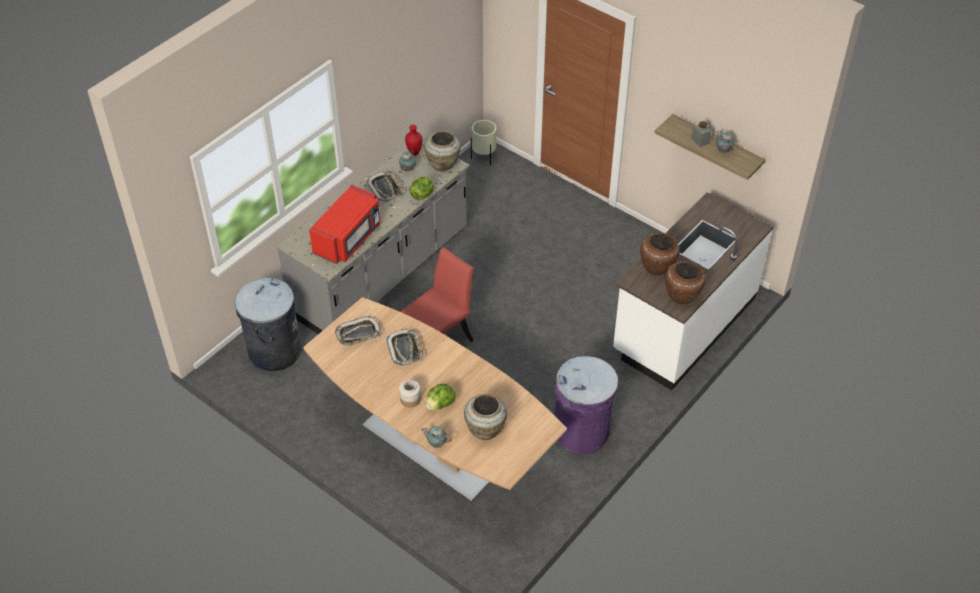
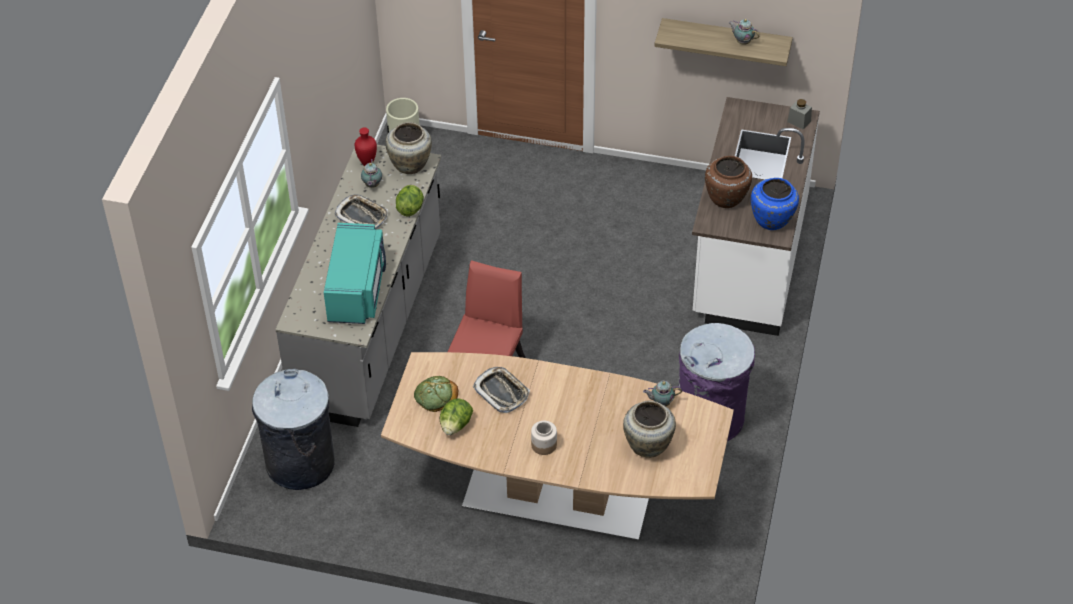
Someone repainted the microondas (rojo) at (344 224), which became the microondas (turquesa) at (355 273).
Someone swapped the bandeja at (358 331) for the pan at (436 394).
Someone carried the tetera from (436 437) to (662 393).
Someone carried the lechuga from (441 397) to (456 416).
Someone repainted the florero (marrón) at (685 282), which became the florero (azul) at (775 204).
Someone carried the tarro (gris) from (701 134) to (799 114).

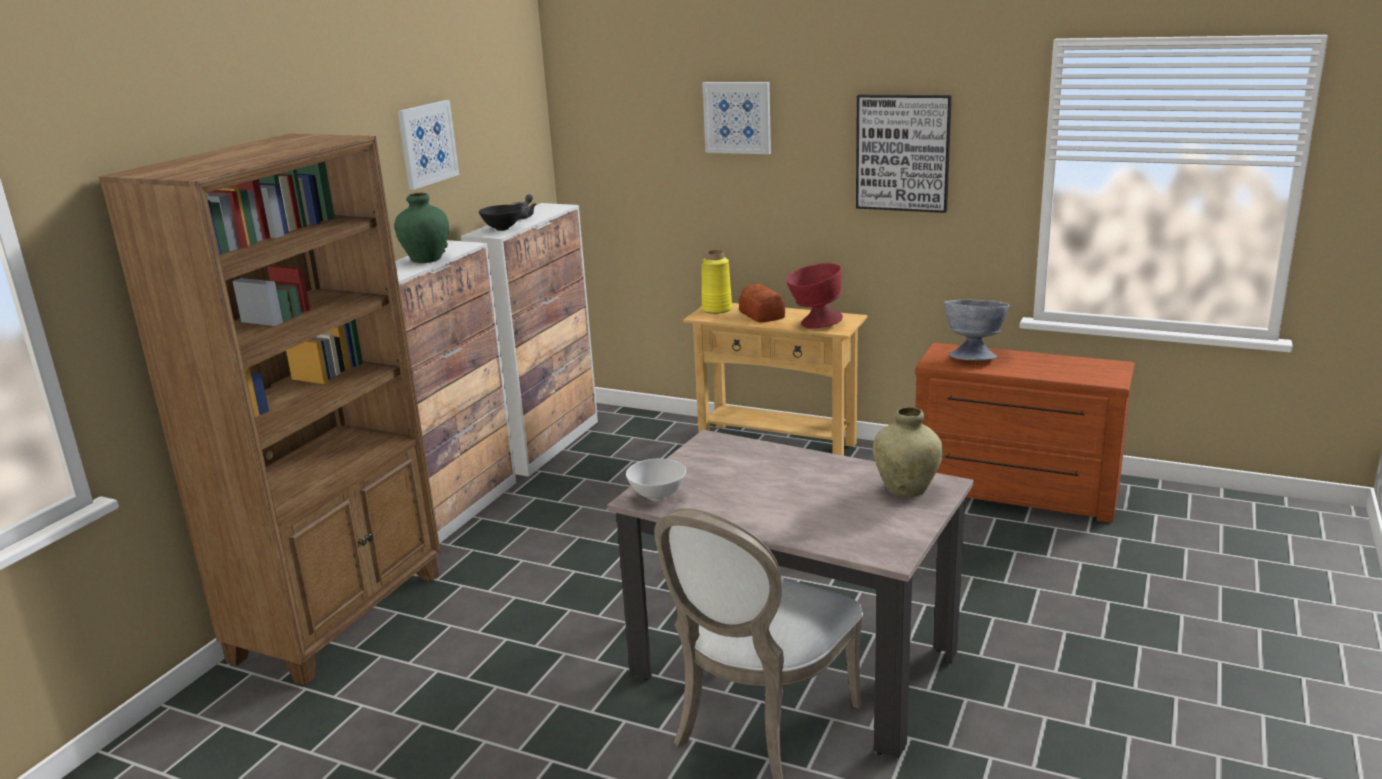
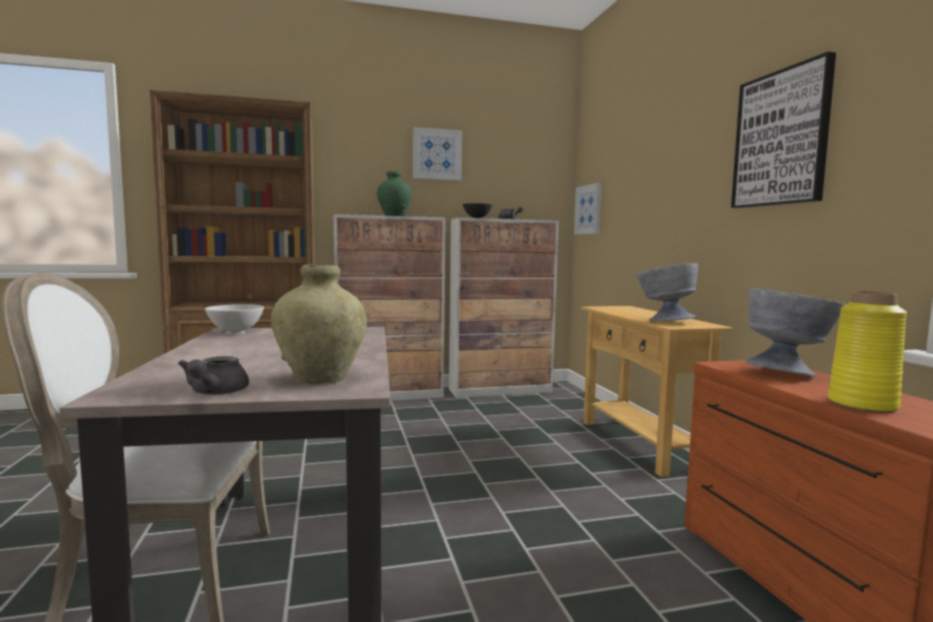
Someone carried the florero (amarillo) from (716 282) to (867 352).
Someone carried the cuadro from (736 118) to (588 208).
Someone took away the pan at (762 303).
Someone repainted the cuenco (rojo) at (814 296), which became the cuenco (gris) at (667 292).
Someone put down the tetera (gris) at (213 375).

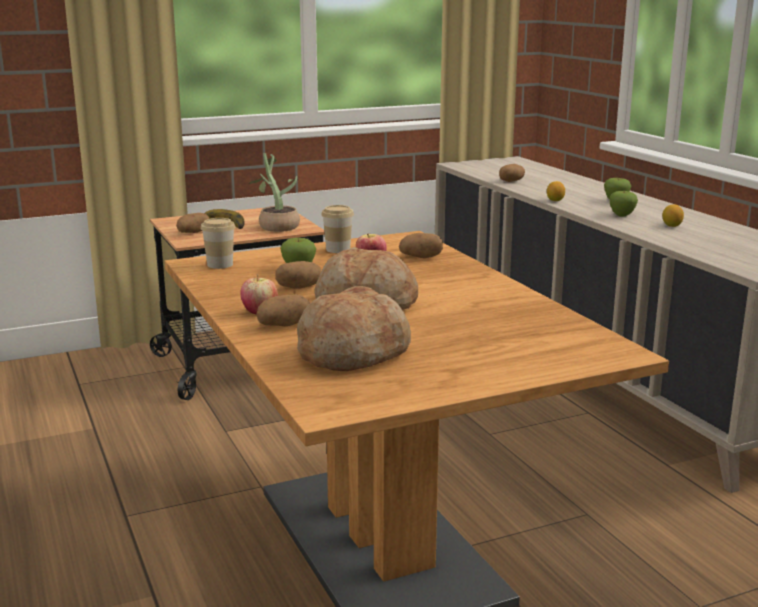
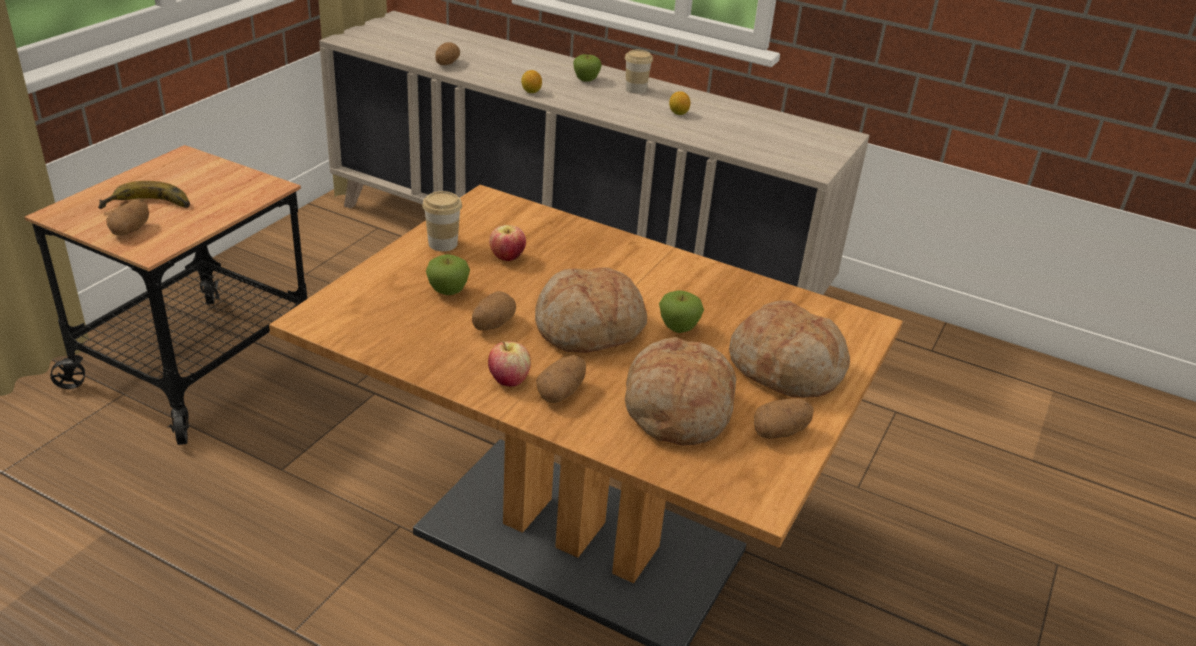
Someone carried the taza from (218 243) to (639 72).
Someone took away the planta en maceta at (274 192).
Someone carried the patata from (421 245) to (784 418).
Someone carried the manzana from (623 204) to (681 311).
Someone put down the pan at (789 349).

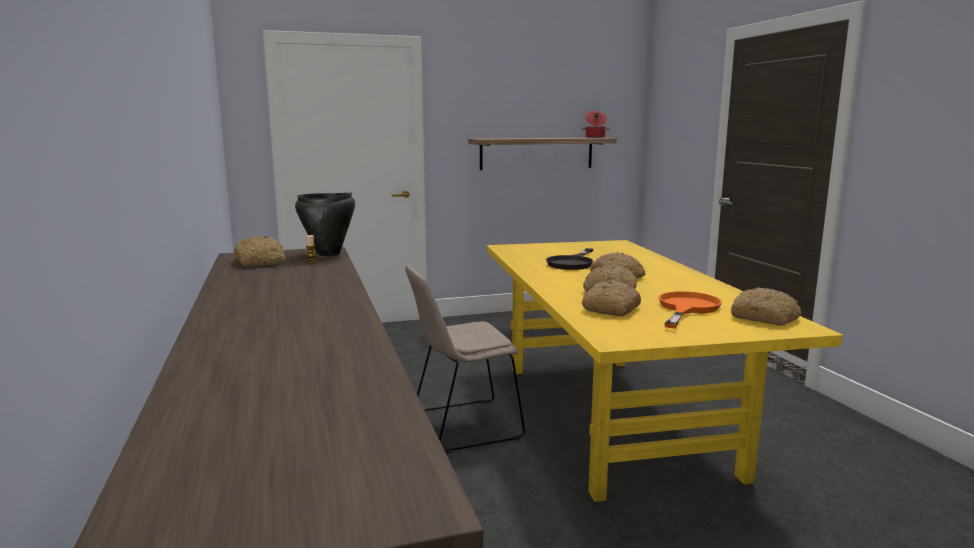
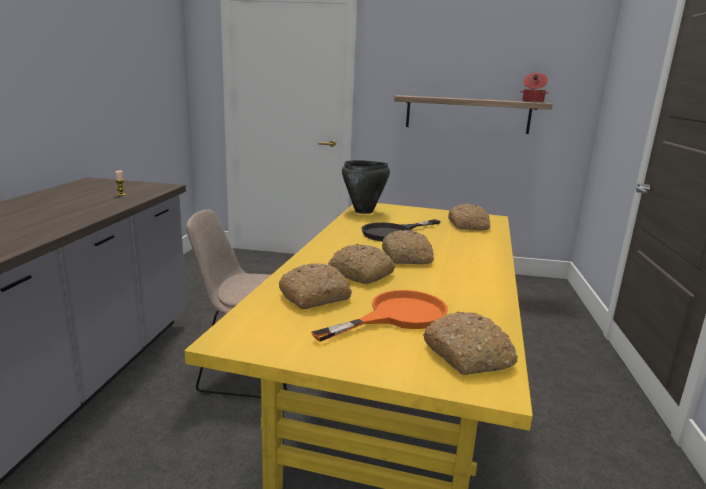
Someone carried the pan from (259 251) to (469 217).
Someone carried the olla (negro) from (325 224) to (366 187).

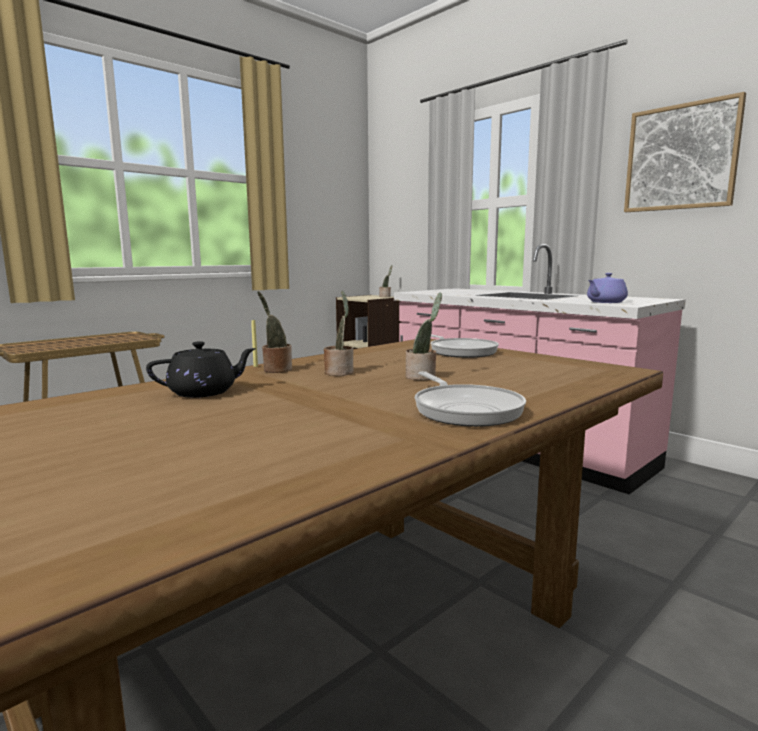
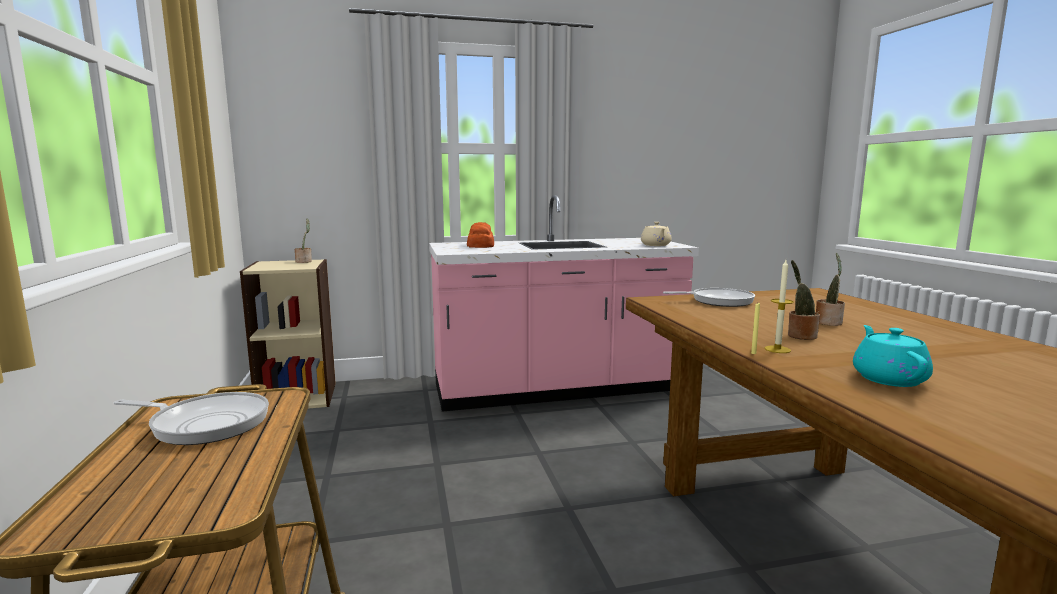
Someone repainted the tetera (negro) at (201 369), which became the tetera (turquesa) at (893 356).
Someone swapped the planta en maceta at (274 332) for the vela at (779 306).
Someone carried the sartén from (470 399) to (191 418).
Someone repainted the tetera (morado) at (607 288), which became the tetera (beis) at (656 234).
Someone took away the cuadro at (685 152).
Someone put down the pan at (480 235).

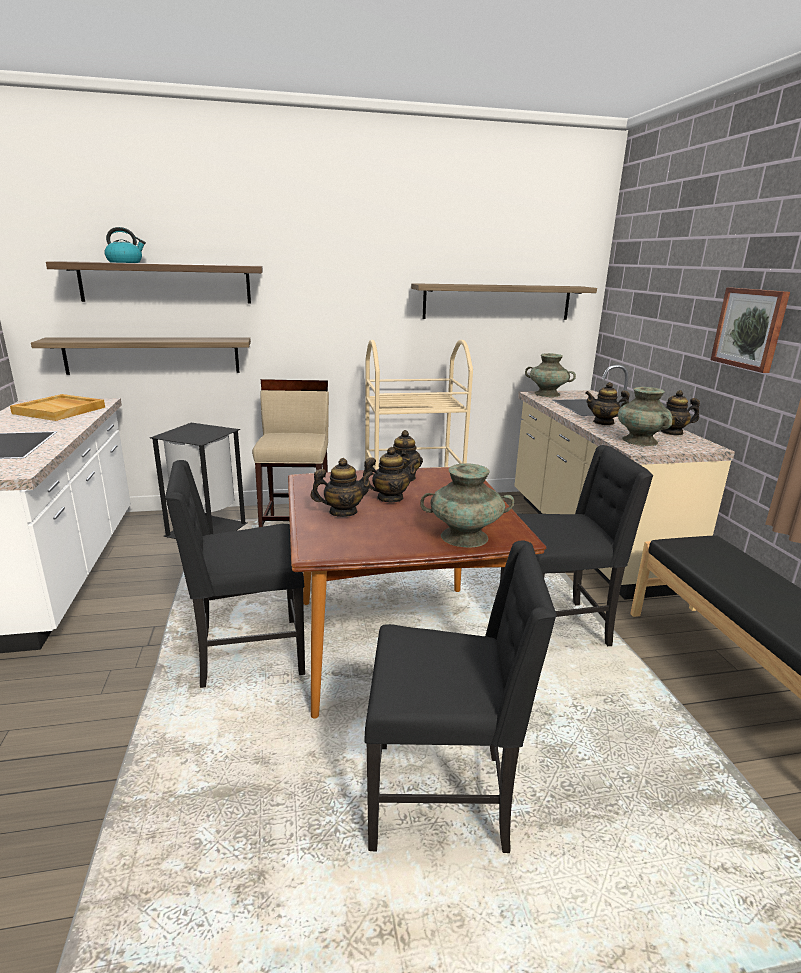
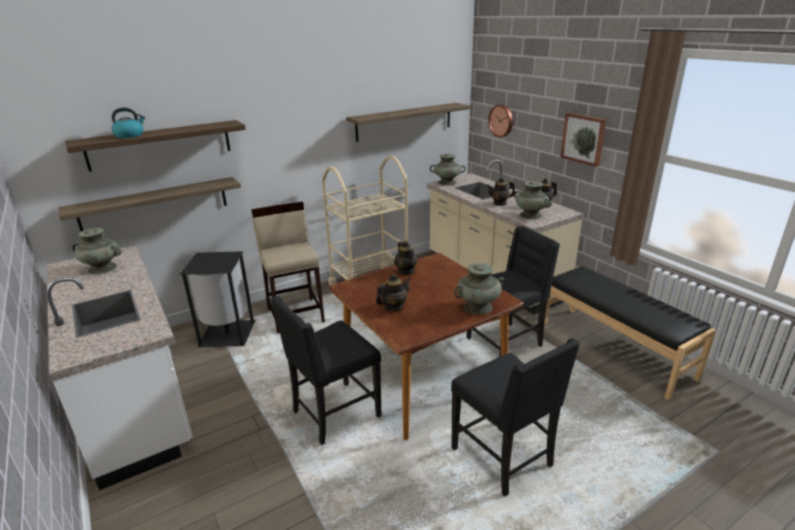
Someone swapped the bandeja (beis) at (57 407) for the florero (turquesa) at (97 251).
Someone took away the tetera at (391 474).
Someone rotated the silla (negro) at (460 696) by 75 degrees clockwise.
Someone put up the reloj de pared at (500 121).

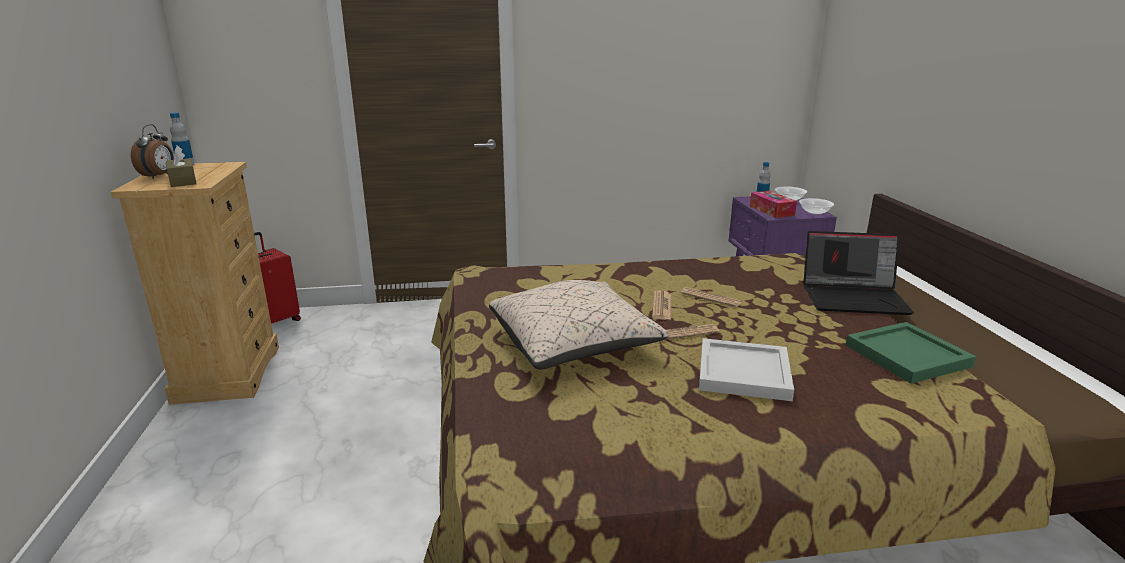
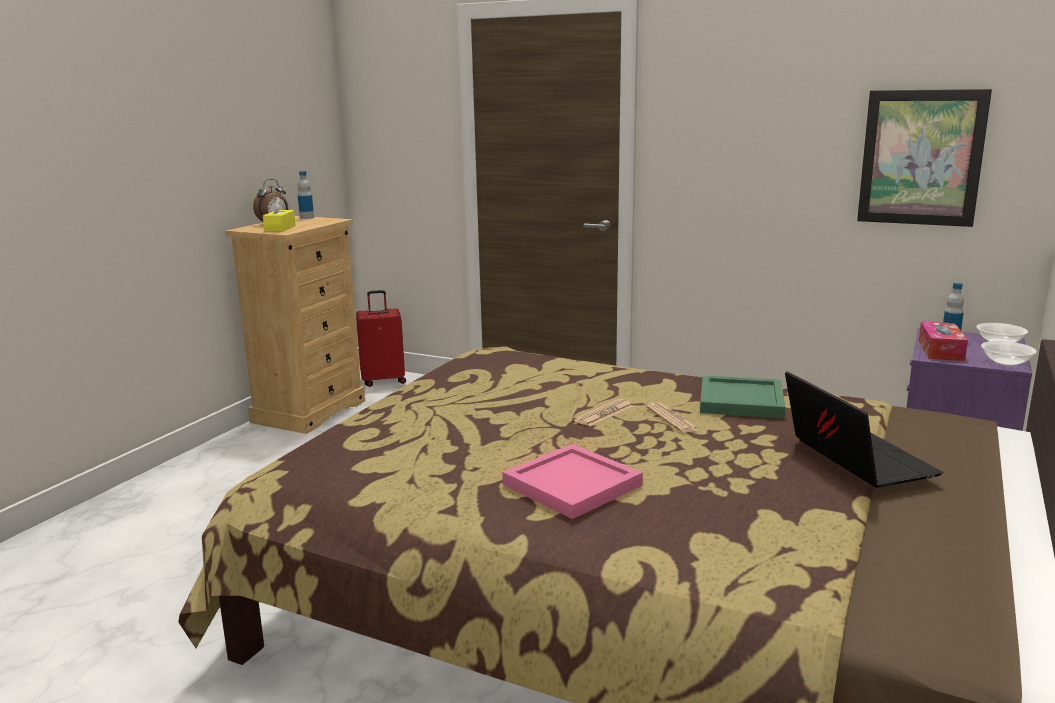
Someone repainted the caja de pañuelos (marrón) at (181 166), which became the caja de pañuelos (amarillo) at (279 214).
Someone took away the cojín (beis) at (579 324).
Someone took away the periódico at (691 332).
Someone repainted the bandeja (blanco) at (746 369), which became the bandeja (rosa) at (572 481).
Someone rotated the portátil at (858 273) by 150 degrees counterclockwise.
Someone carried the bandeja (verde) from (911 353) to (742 396).
Someone put up the cuadro at (924 158).

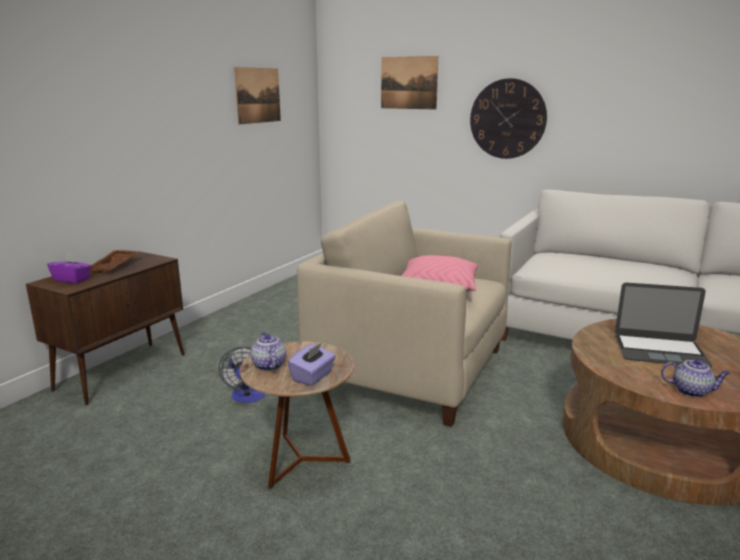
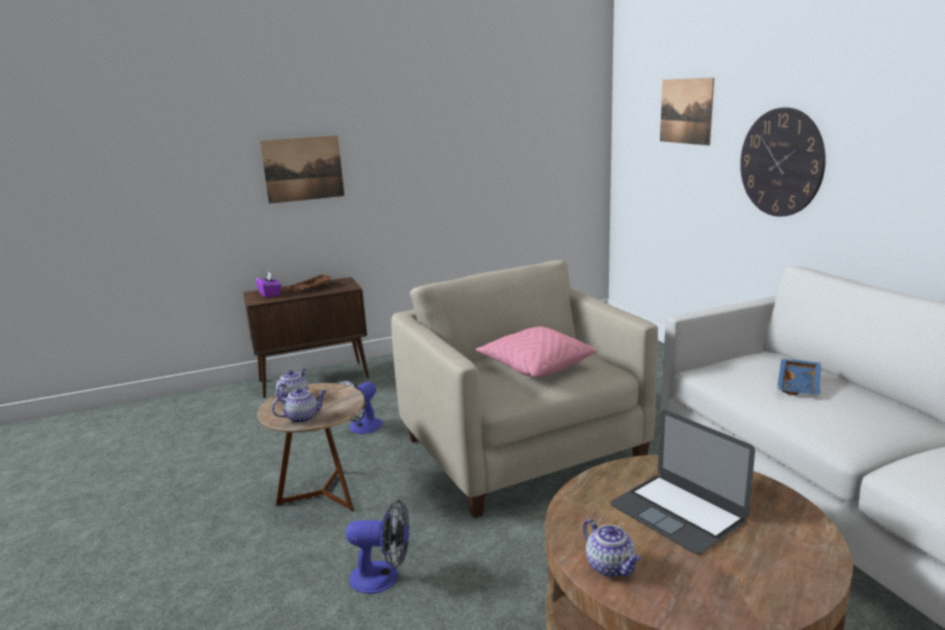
Someone carried the cuadro from (257 95) to (302 169).
Someone swapped the caja de pañuelos (morado) at (312 364) for the tetera at (299 405).
Someone put down the ventilador at (377 547).
Someone put down the bandeja (azul) at (799 377).

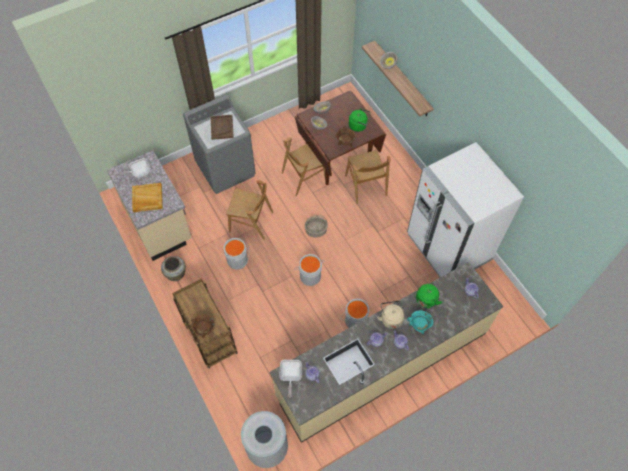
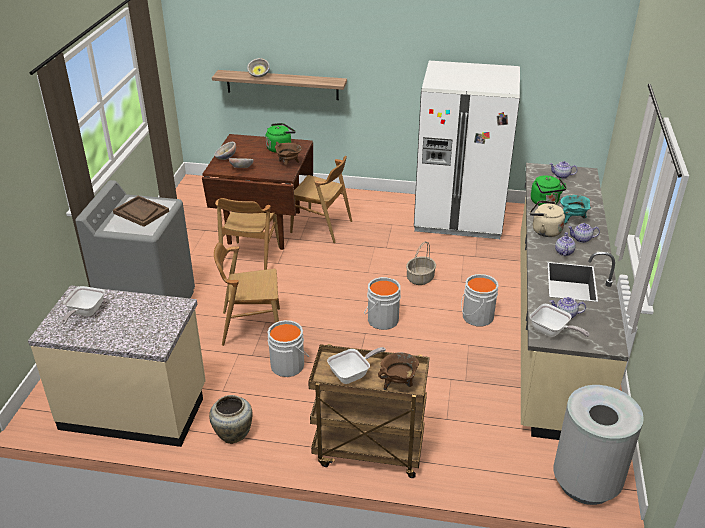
Someone took away the bandeja (beis) at (147 197).
Someone rotated the silla (marrón) at (249 210) by 150 degrees counterclockwise.
Someone carried the cesta from (316 226) to (421 263).
Someone put down the sartén at (356 365).

